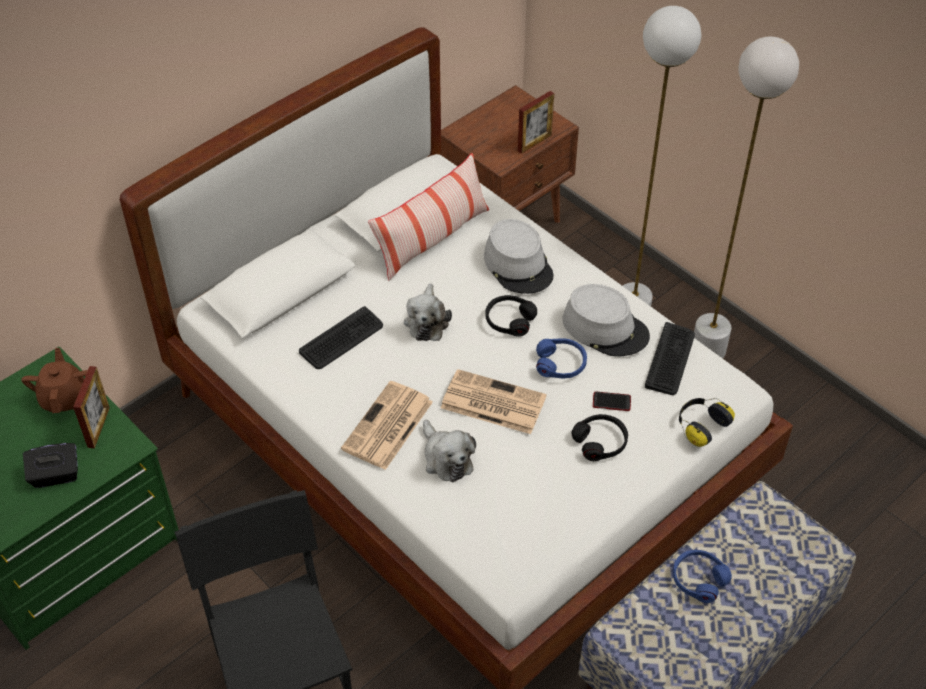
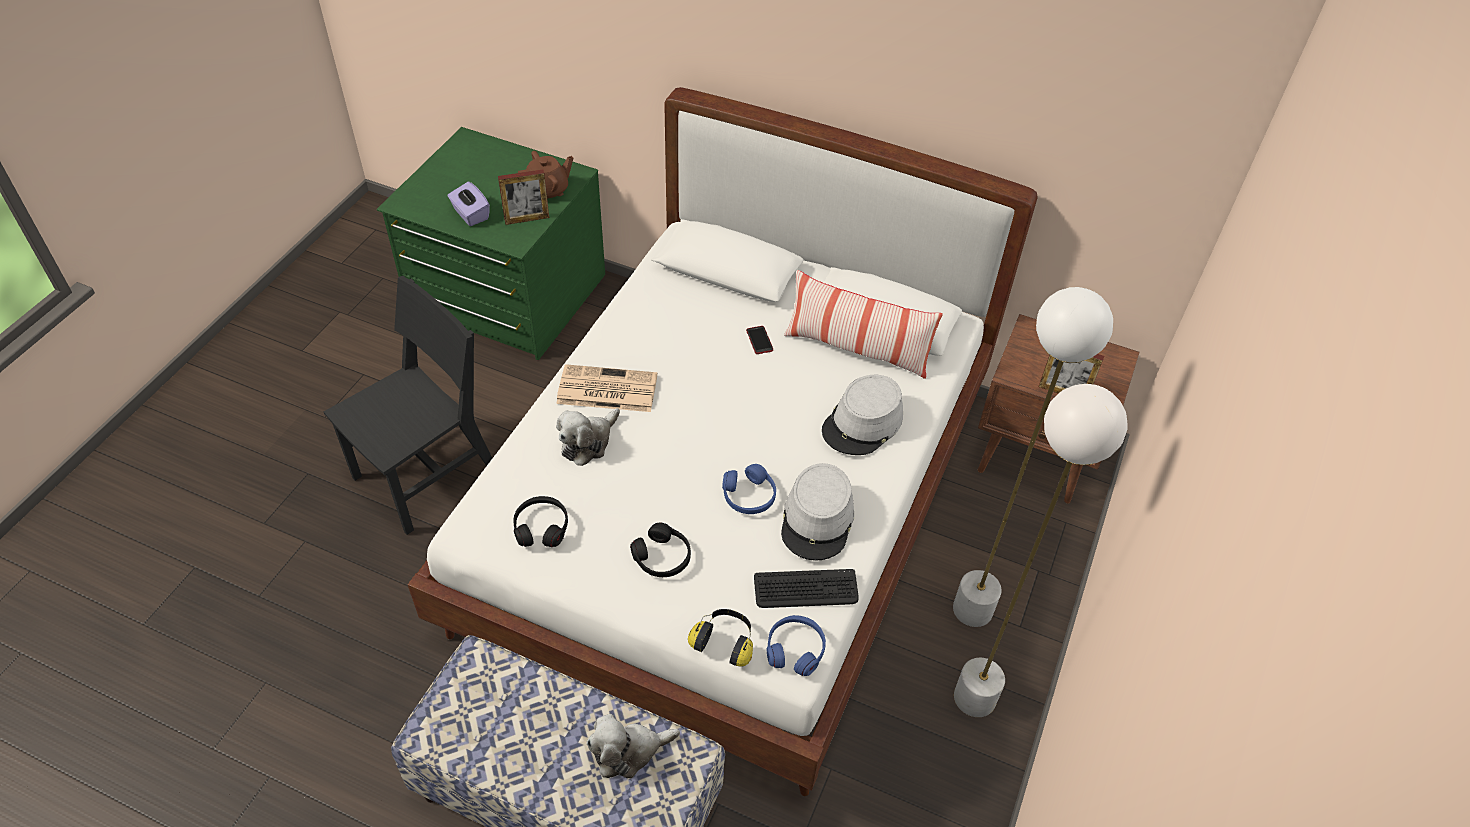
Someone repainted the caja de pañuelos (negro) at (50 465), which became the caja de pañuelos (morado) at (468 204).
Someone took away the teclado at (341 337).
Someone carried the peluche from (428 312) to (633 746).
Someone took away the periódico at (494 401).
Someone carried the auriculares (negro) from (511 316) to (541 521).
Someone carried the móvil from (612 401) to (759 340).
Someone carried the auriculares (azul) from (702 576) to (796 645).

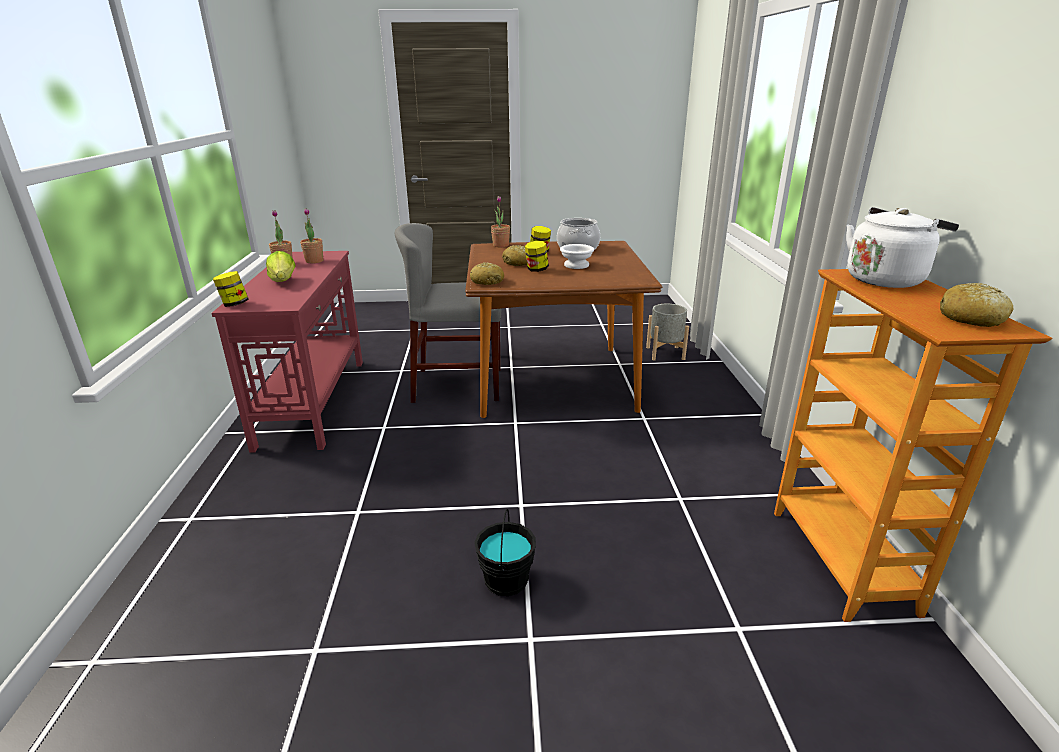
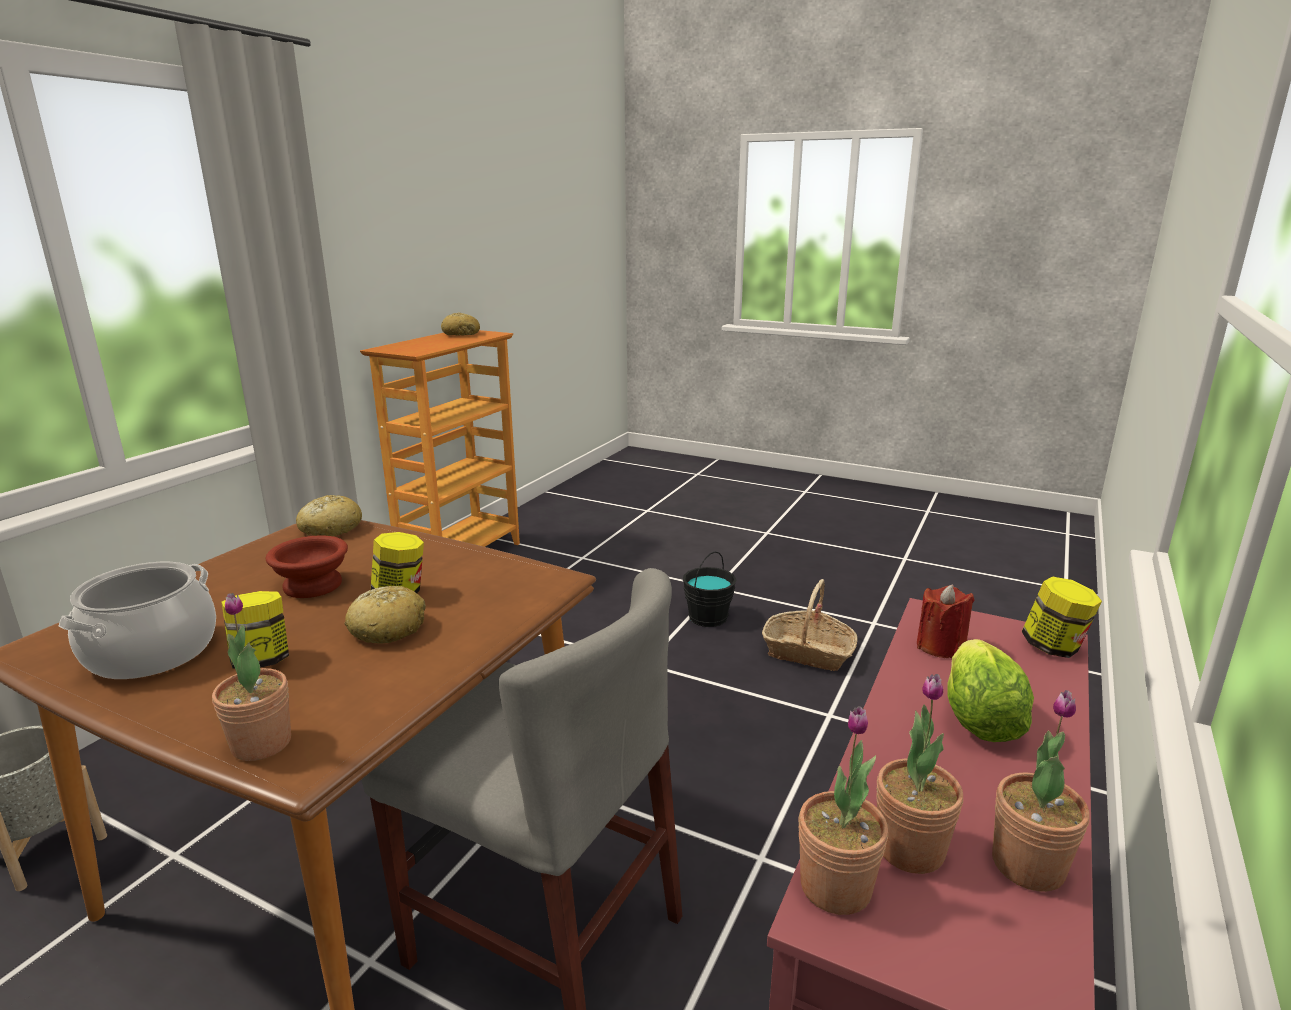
Someone carried the pan from (487 273) to (329 515).
Someone repainted the cuenco (blanco) at (577 256), which became the cuenco (marrón) at (307 567).
Someone took away the hervidor (blanco) at (902 247).
Someone put down the cesta at (809 625).
Someone put down the planta en maceta at (843 810).
Someone put down the vela (rojo) at (946 621).

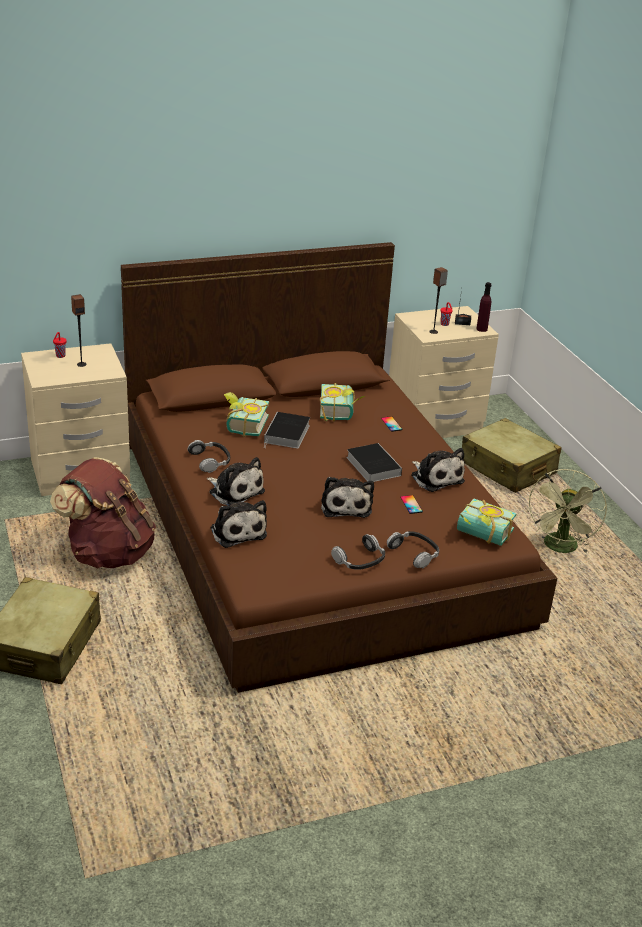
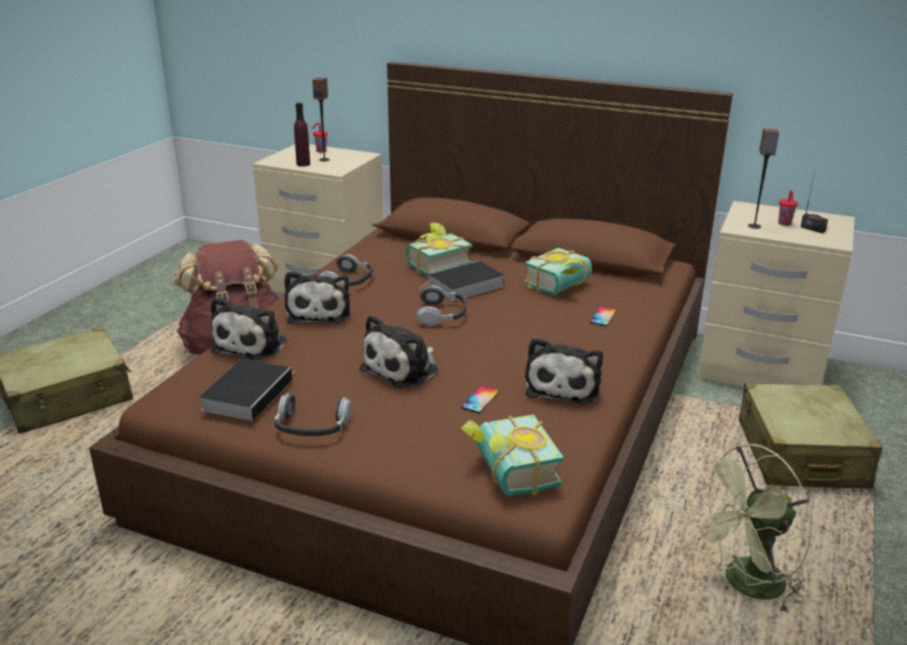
Someone carried the libro from (374 462) to (247 390).
Someone carried the auriculares from (413 549) to (441 305).
Someone carried the botella (morado) from (483 307) to (302 135).

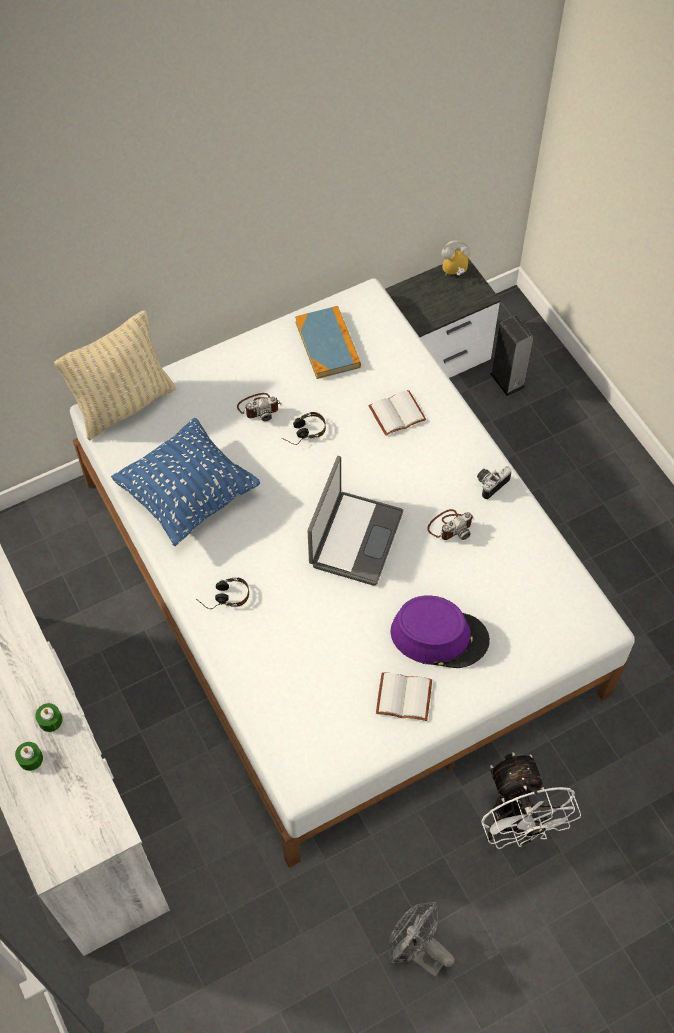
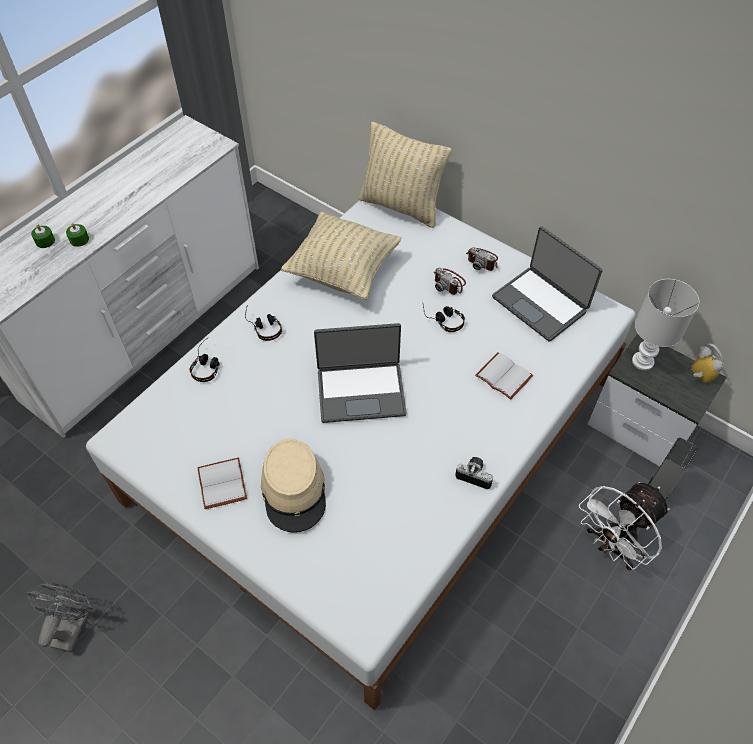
Someone repainted the cojín (azul) at (185 481), which became the cojín (beis) at (341 256).
Someone swapped the libro at (328 342) for the portátil at (547 284).
Someone repainted the sombrero (morado) at (440 632), which became the sombrero (beis) at (293 486).
Someone carried the cámara from (450 524) to (482 259).
Someone carried the ventilador (blanco) from (531 800) to (624 526).
Someone put down the auriculares at (205 359).
Someone put down the lámpara de mesa (blanco) at (665 324).

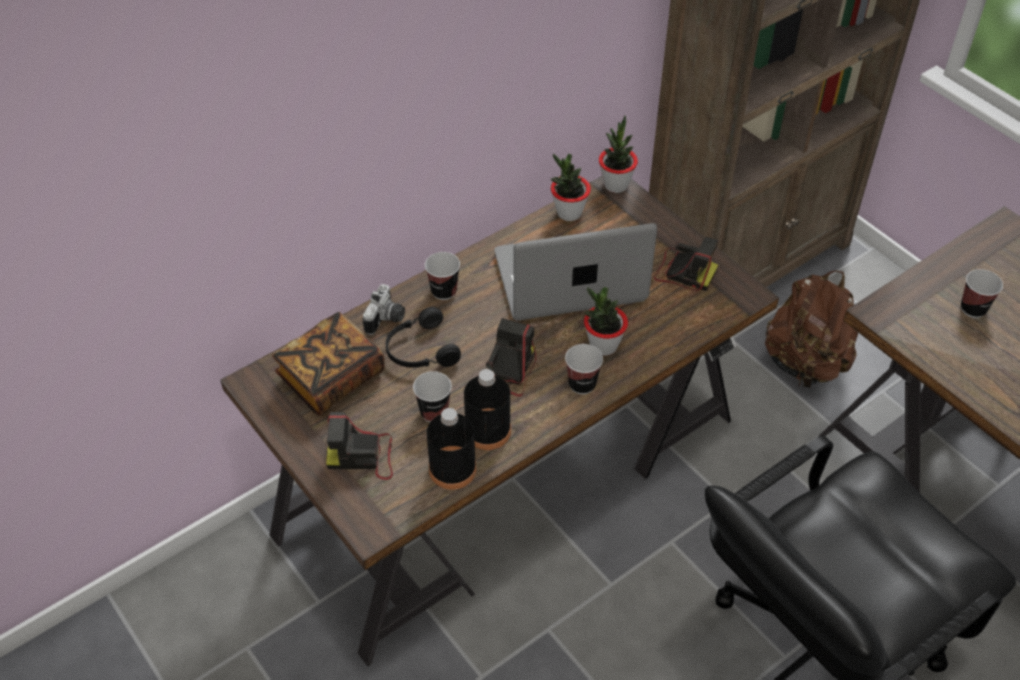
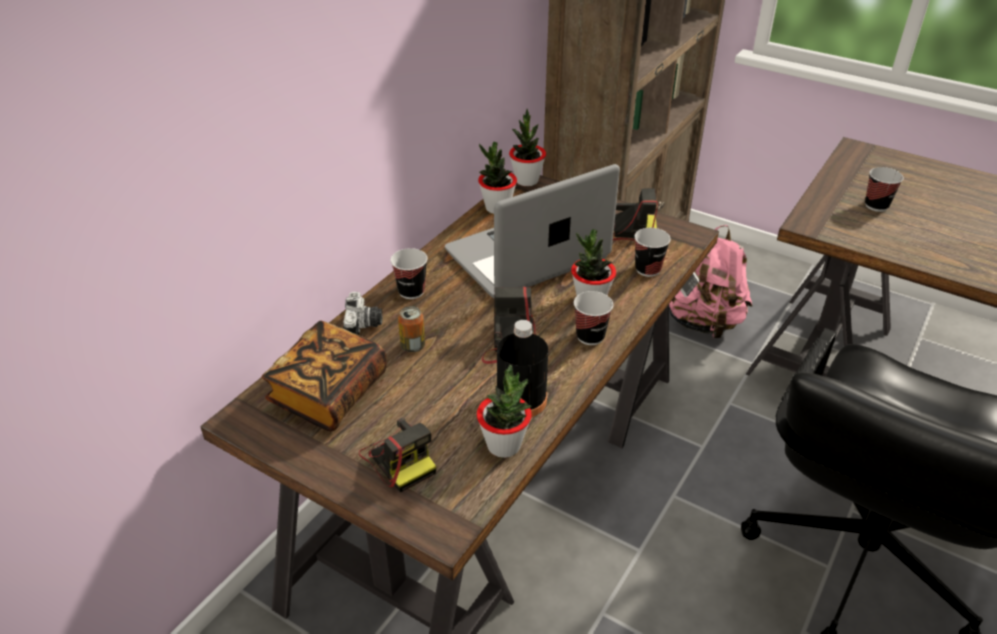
Someone rotated the cámara at (359 446) by 105 degrees counterclockwise.
Someone swapped the auriculares (negro) at (423 337) for the lata at (411 329).
Someone carried the taza from (432 396) to (652 252).
Someone swapped the botella (negro) at (452 449) for the planta en maceta at (504 411).
Someone repainted the mochila (marrón) at (811 329), which became the mochila (rosa) at (710 281).

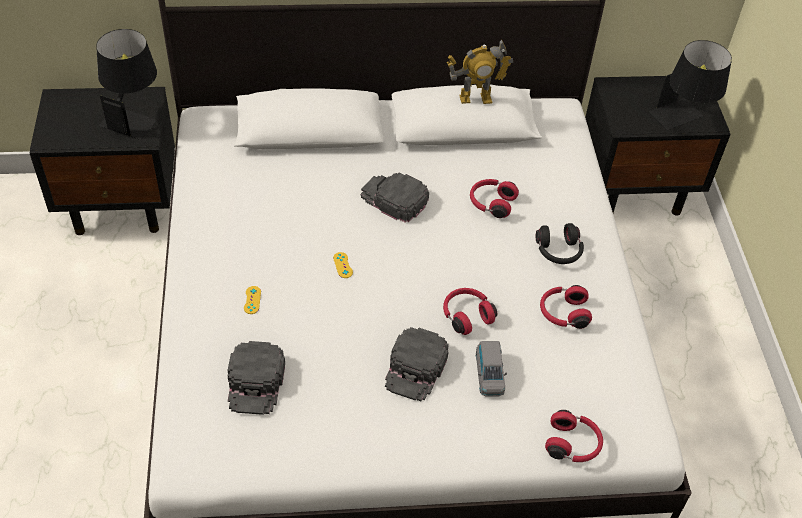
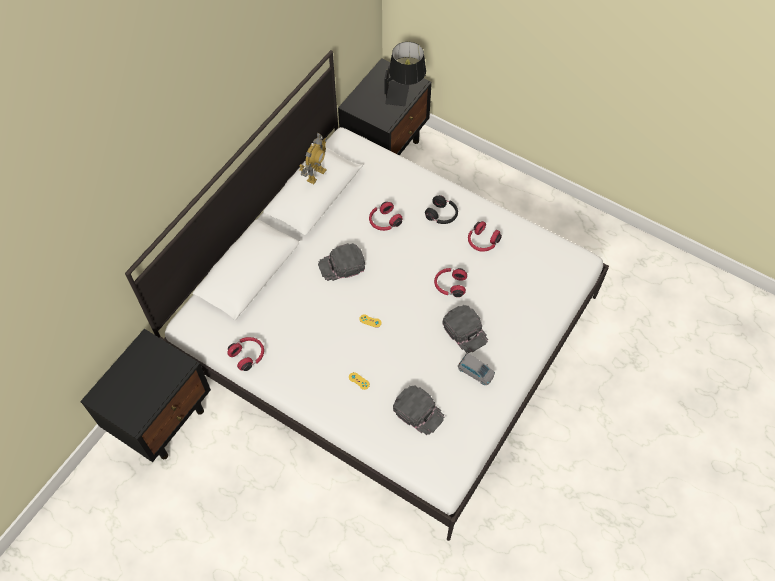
Someone took away the lámpara de mesa (negro) at (126 84).
Someone carried the coche de juguete (gris) from (491 369) to (476 369).
Someone carried the auriculares (rojo) from (574 436) to (245 354).

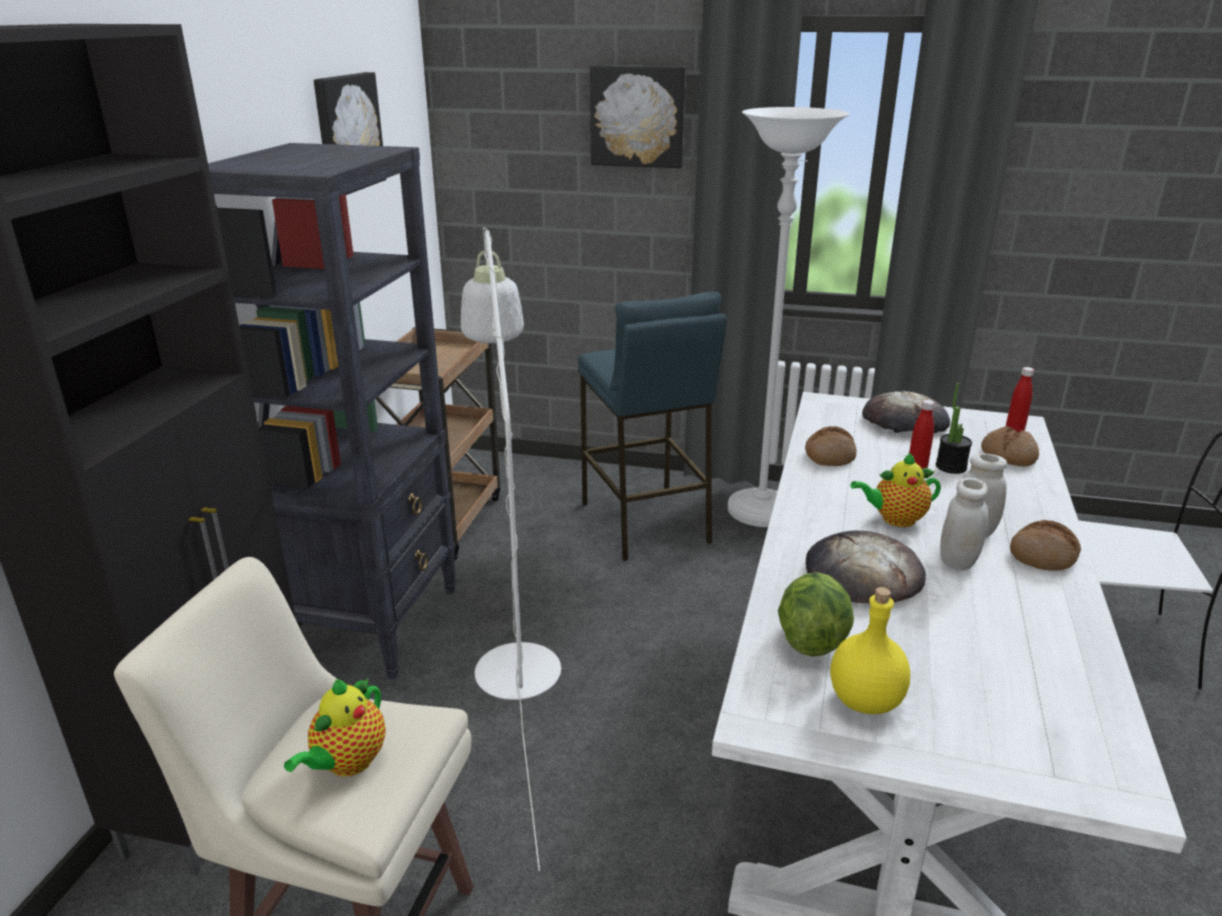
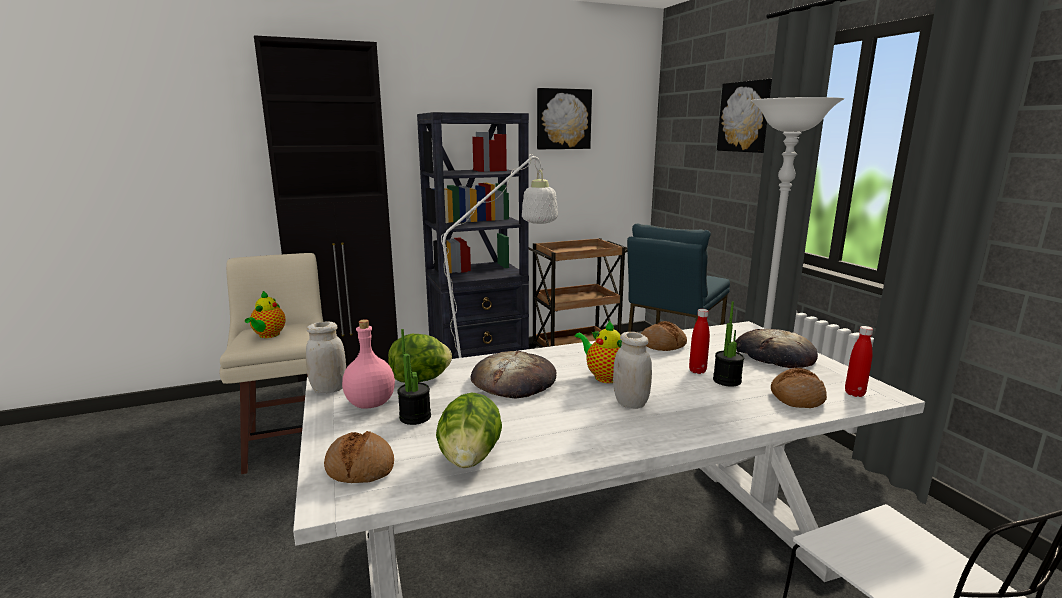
Someone rotated the tetera at (335 727) by 75 degrees counterclockwise.
Someone repainted the botella (amarillo) at (870 650), which became the botella (rosa) at (368 364).
Someone carried the tarro (blanco) from (964 524) to (326 357).
Someone carried the pan from (1045 545) to (359 457).
Someone put down the planta en maceta at (414 377).
Someone put down the lechuga at (469 430).

